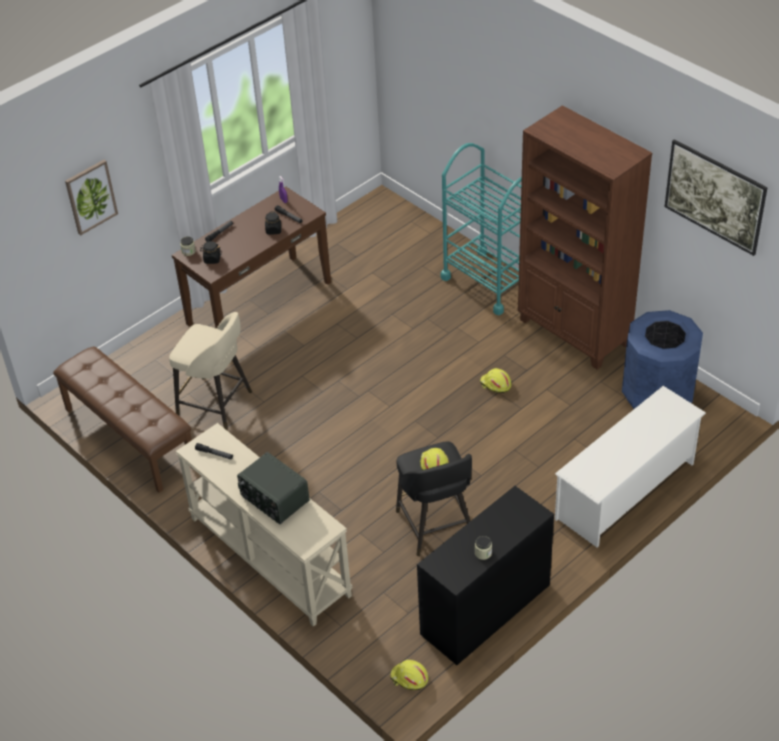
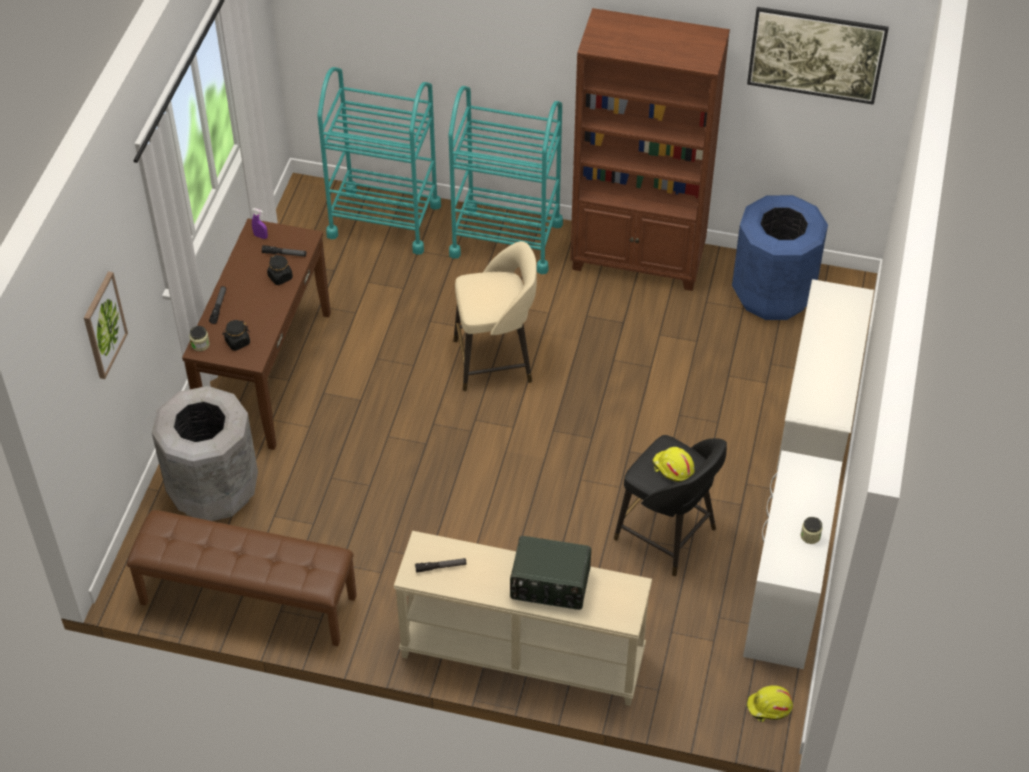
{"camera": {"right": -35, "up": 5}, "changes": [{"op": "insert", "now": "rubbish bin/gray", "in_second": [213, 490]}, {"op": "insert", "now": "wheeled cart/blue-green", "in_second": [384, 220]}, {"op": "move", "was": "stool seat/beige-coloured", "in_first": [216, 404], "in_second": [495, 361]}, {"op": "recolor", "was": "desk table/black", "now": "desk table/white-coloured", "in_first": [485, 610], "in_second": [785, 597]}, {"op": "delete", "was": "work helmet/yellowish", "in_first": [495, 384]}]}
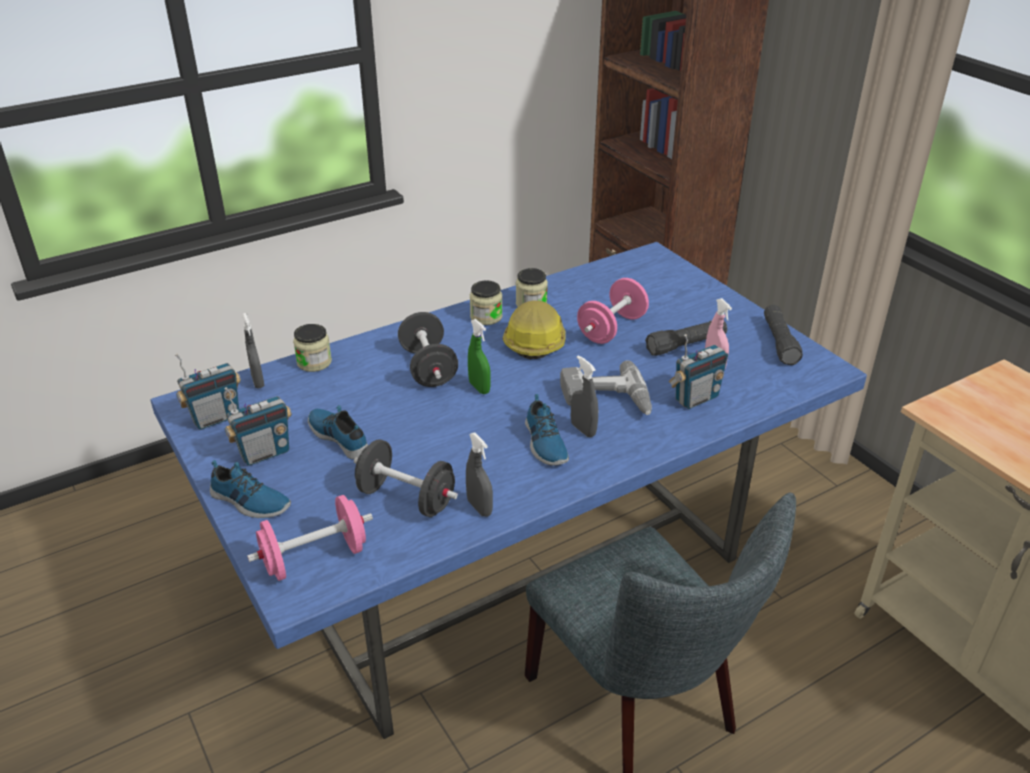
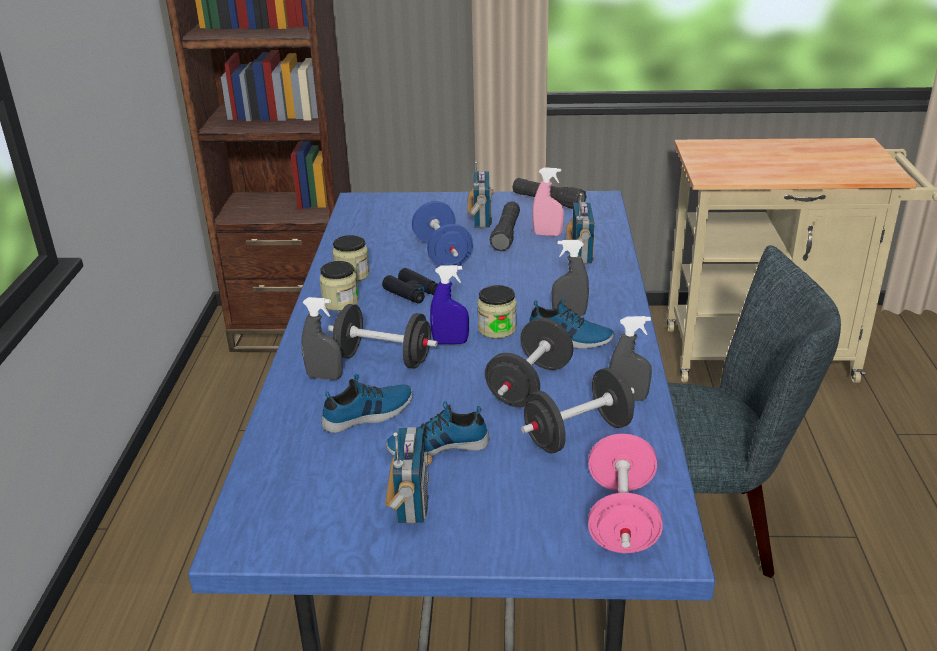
{"camera": {"right": -55, "up": -5}, "changes": [{"op": "move", "was": "hand sprayer/gray", "in_first": [258, 381], "in_second": [324, 377]}, {"op": "move", "was": "shoe", "in_first": [249, 502], "in_second": [369, 414]}, {"op": "replace", "was": "work helmet", "now": "binoculars/black", "in_first": [534, 340], "in_second": [412, 292]}, {"op": "recolor", "was": "hand weight/pinkish", "now": "hand weight/blue", "in_first": [611, 329], "in_second": [442, 254]}, {"op": "recolor", "was": "hand sprayer/green", "now": "hand sprayer/blue", "in_first": [479, 388], "in_second": [450, 342]}, {"op": "move", "was": "radio", "in_first": [215, 418], "in_second": [481, 221]}, {"op": "move", "was": "jar", "in_first": [314, 362], "in_second": [497, 329]}, {"op": "insert", "now": "hand weight/black", "in_second": [529, 385]}, {"op": "delete", "was": "power drill", "in_first": [606, 401]}]}
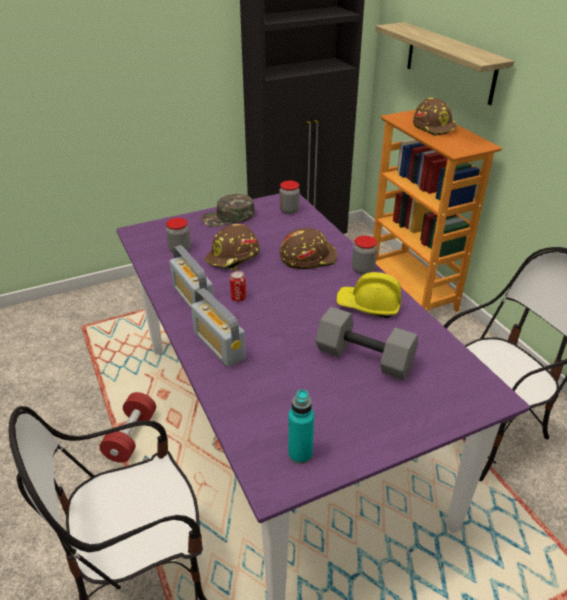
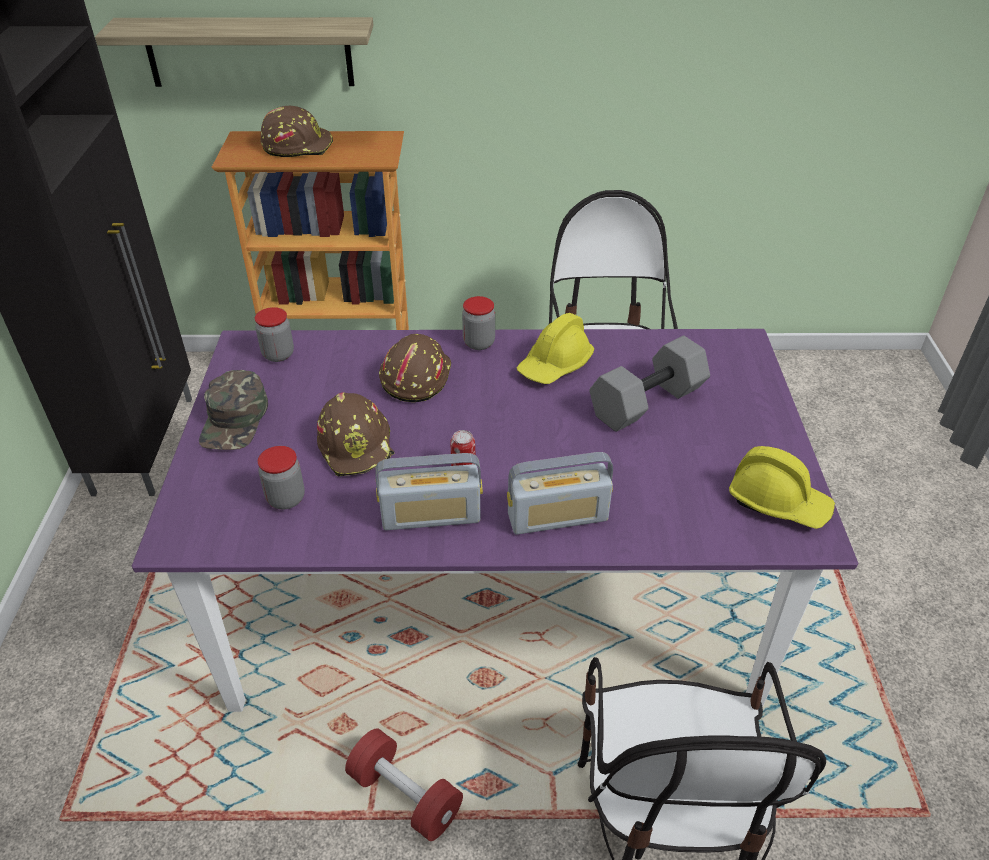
{"camera": {"right": -65, "up": 5}, "changes": [{"op": "replace", "was": "drink bottle/blue-green", "now": "work helmet/yellowish", "in_first": [300, 454], "in_second": [778, 502]}]}
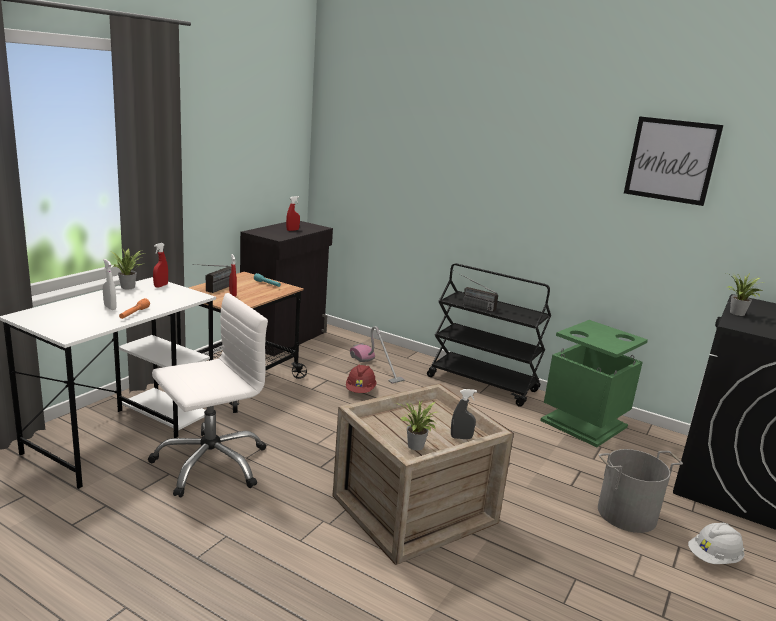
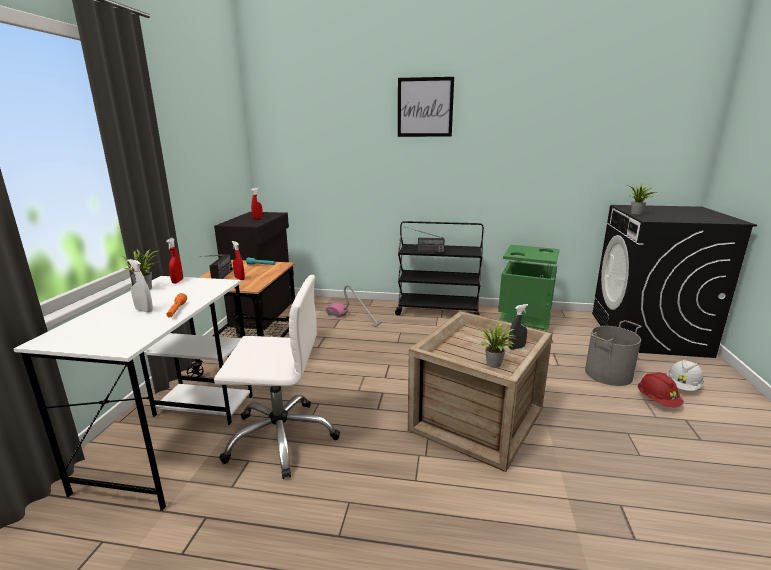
{"camera": {"right": -20, "up": 0}, "changes": [{"op": "rotate", "was": "computer chair/white-coloured", "in_first": [210, 463], "in_second": [281, 437], "clockwise": 60}, {"op": "move", "was": "picture", "in_first": [671, 160], "in_second": [425, 107]}, {"op": "move", "was": "work helmet/reddish", "in_first": [360, 390], "in_second": [657, 401]}]}
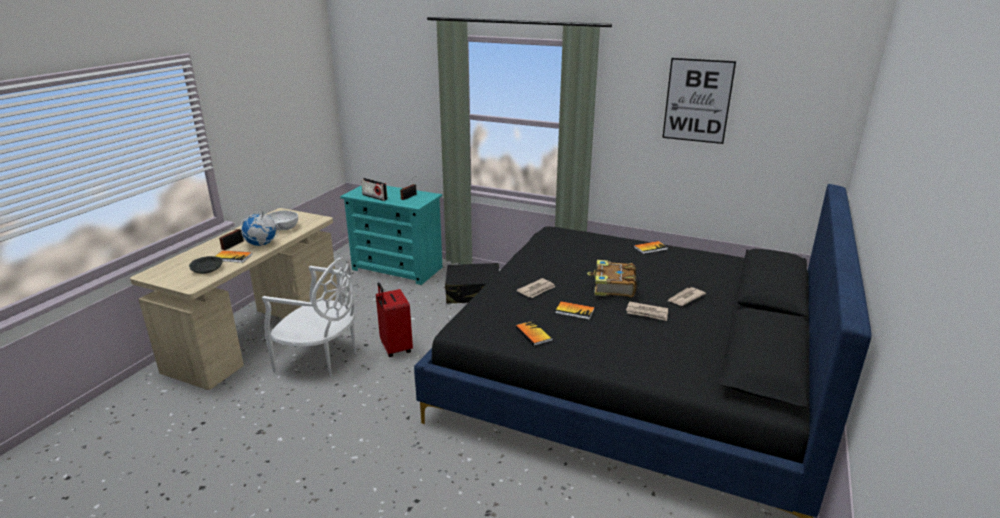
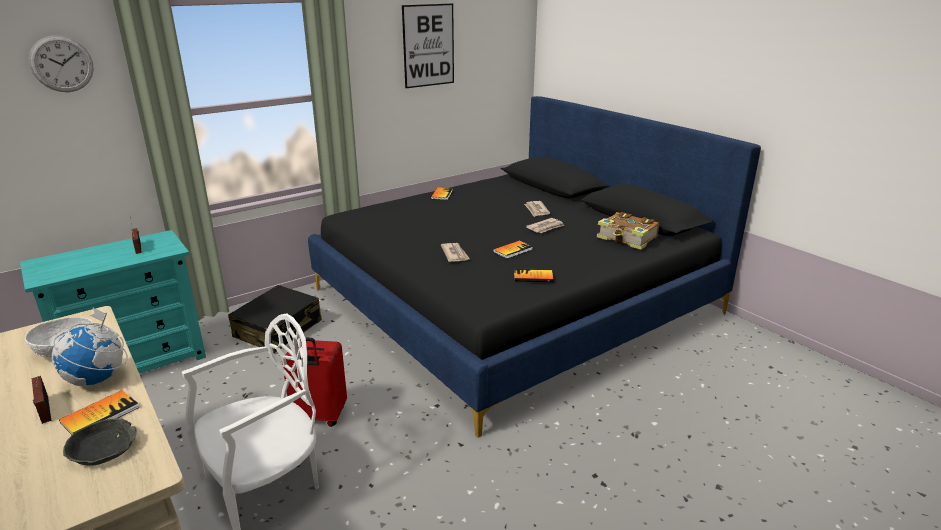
{"camera": {"right": -60, "up": 0}, "changes": [{"op": "insert", "now": "hanging clock", "in_second": [62, 64]}, {"op": "move", "was": "bound book", "in_first": [613, 286], "in_second": [627, 238]}, {"op": "delete", "was": "radio", "in_first": [375, 197]}]}
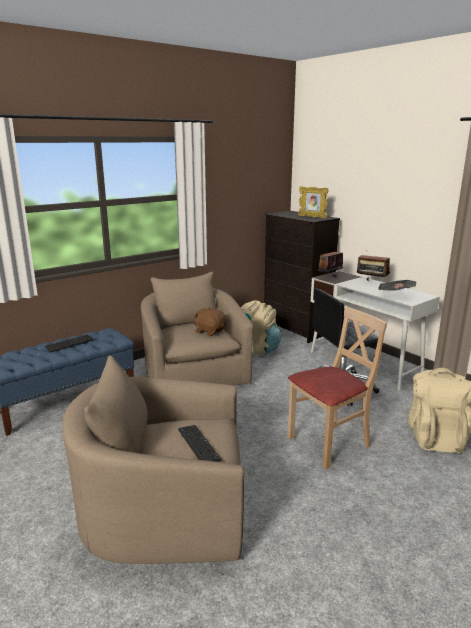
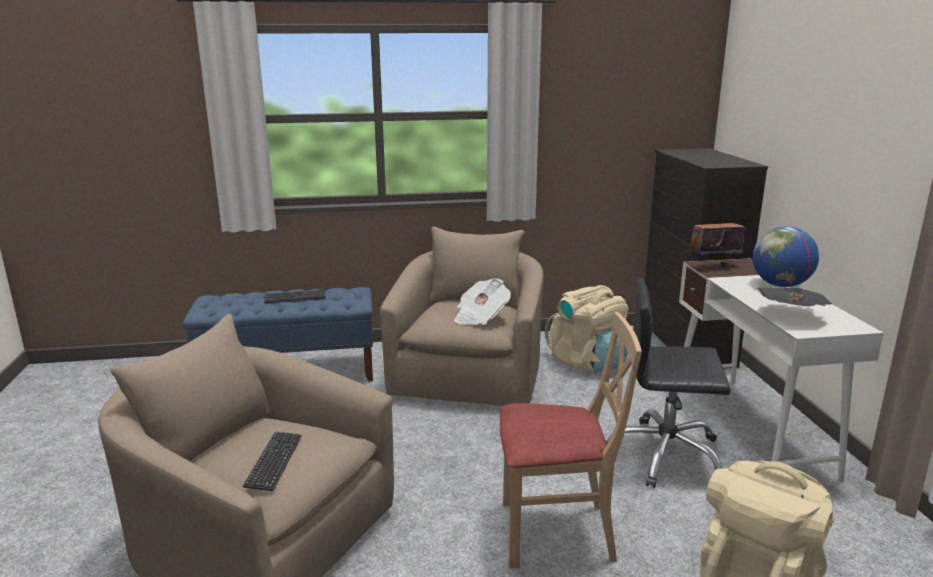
{"camera": {"right": 30, "up": 0}, "changes": [{"op": "replace", "was": "cuddly toy/brown-coloured", "now": "newspaper", "in_first": [209, 331], "in_second": [480, 317]}, {"op": "replace", "was": "radio", "now": "globe", "in_first": [371, 282], "in_second": [780, 285]}, {"op": "delete", "was": "photo frame", "in_first": [312, 217]}]}
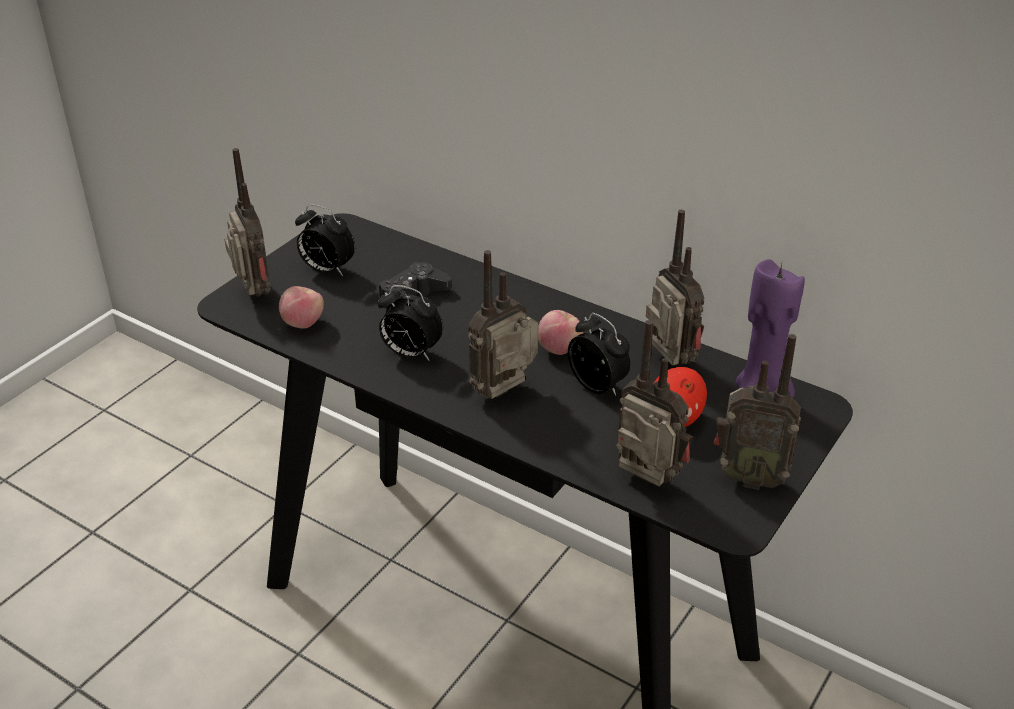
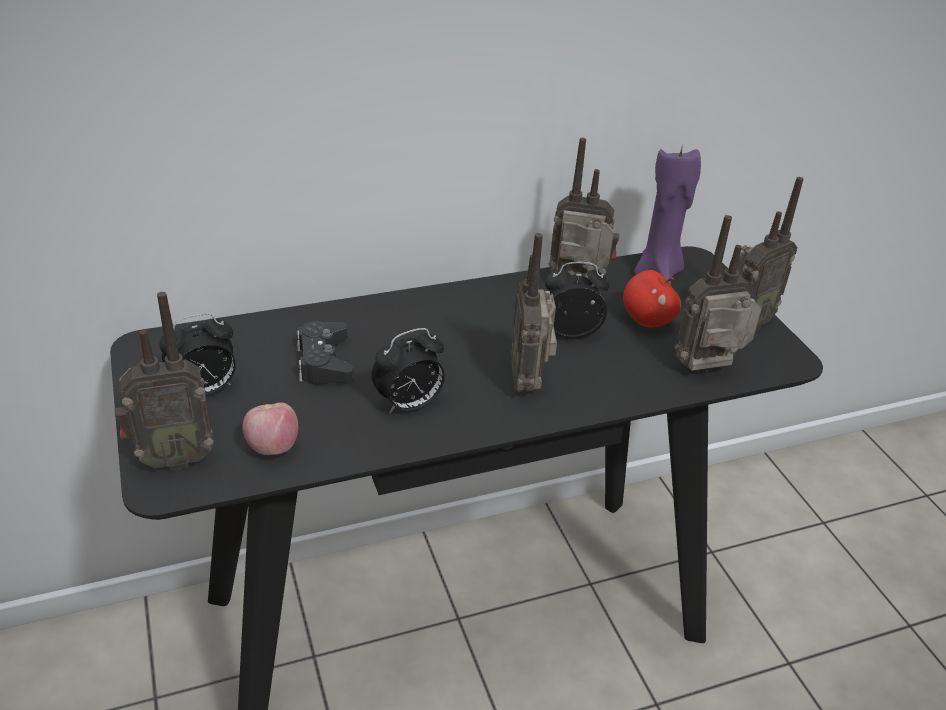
{"camera": {"right": -55, "up": 0}, "changes": [{"op": "rotate", "was": "radio", "in_first": [253, 294], "in_second": [173, 458], "clockwise": 150}, {"op": "delete", "was": "apple", "in_first": [559, 349]}]}
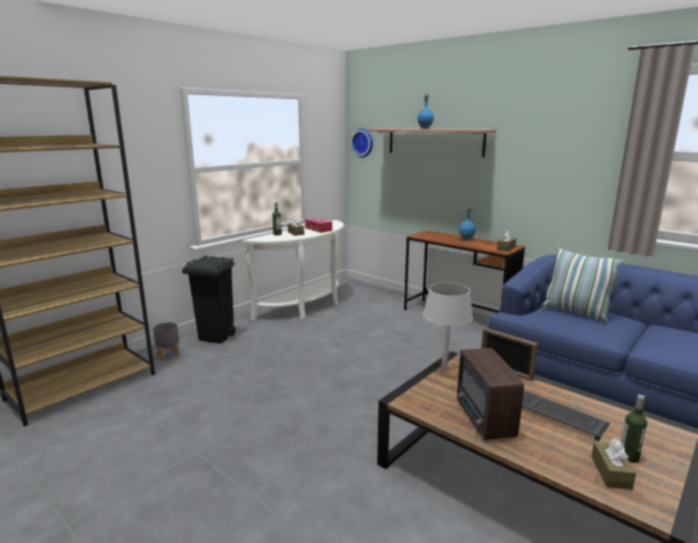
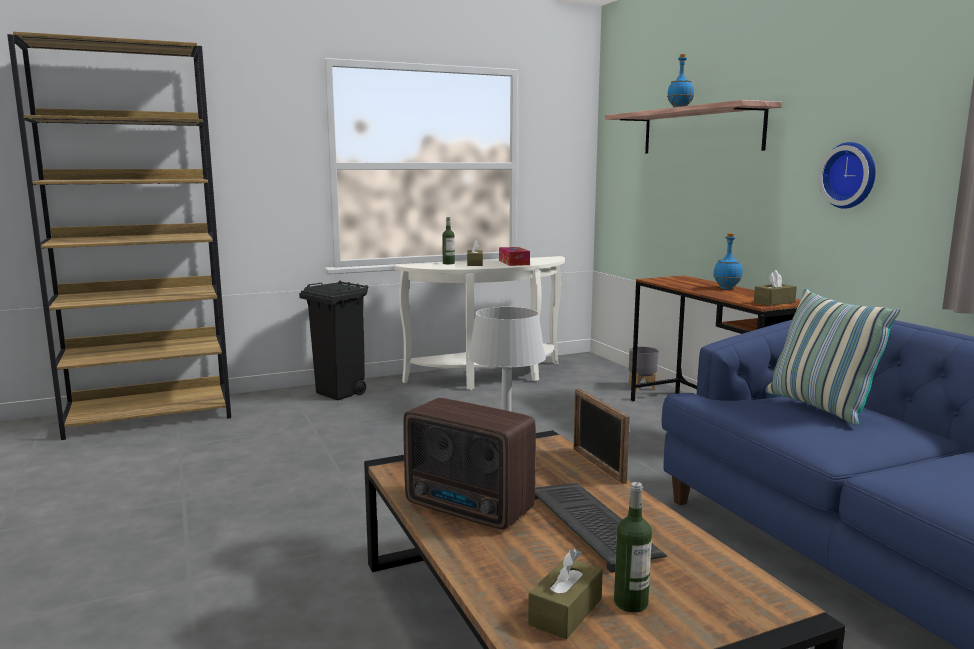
{"camera": {"right": 25, "up": -5}, "changes": [{"op": "rotate", "was": "radio", "in_first": [484, 420], "in_second": [470, 509], "clockwise": -75}, {"op": "move", "was": "planter/gray", "in_first": [168, 355], "in_second": [642, 387]}, {"op": "move", "was": "hanging clock", "in_first": [363, 143], "in_second": [851, 175]}]}
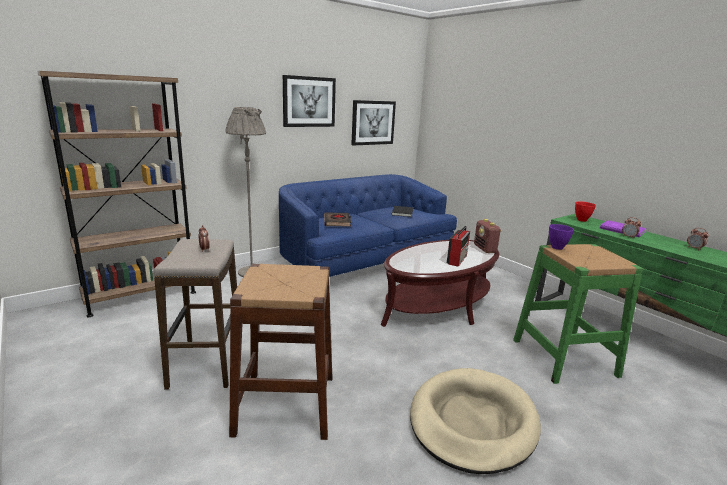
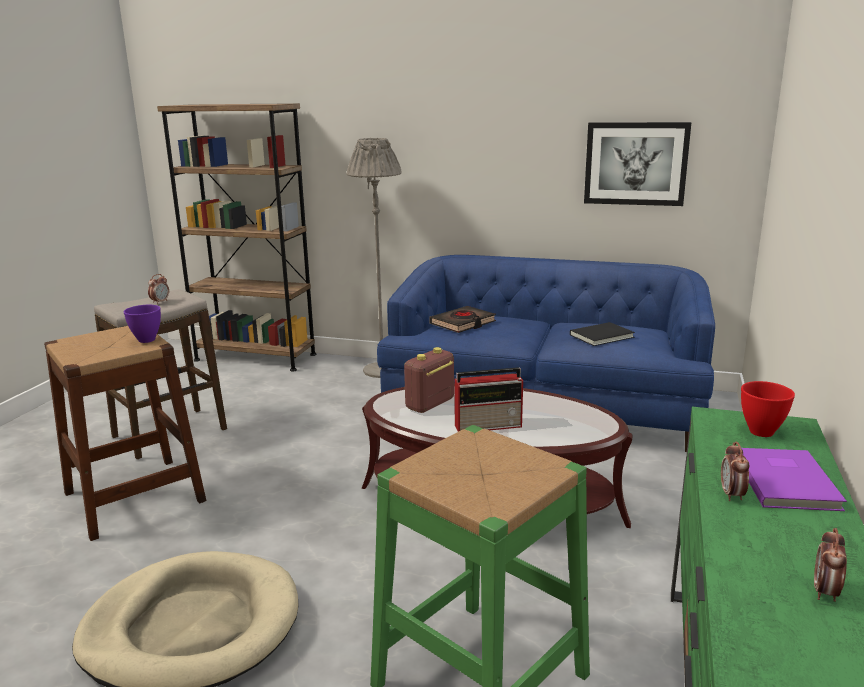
{"camera": {"right": 55, "up": 0}, "changes": [{"op": "move", "was": "serving bowl/purple-coloured", "in_first": [556, 247], "in_second": [147, 340]}, {"op": "move", "was": "radio", "in_first": [485, 249], "in_second": [430, 404]}, {"op": "delete", "was": "picture", "in_first": [309, 102]}]}
